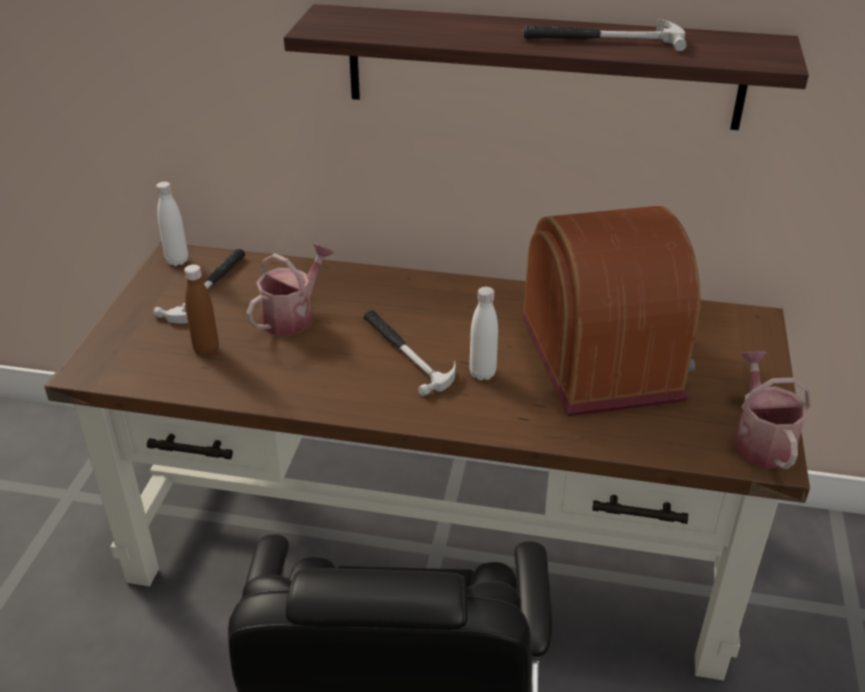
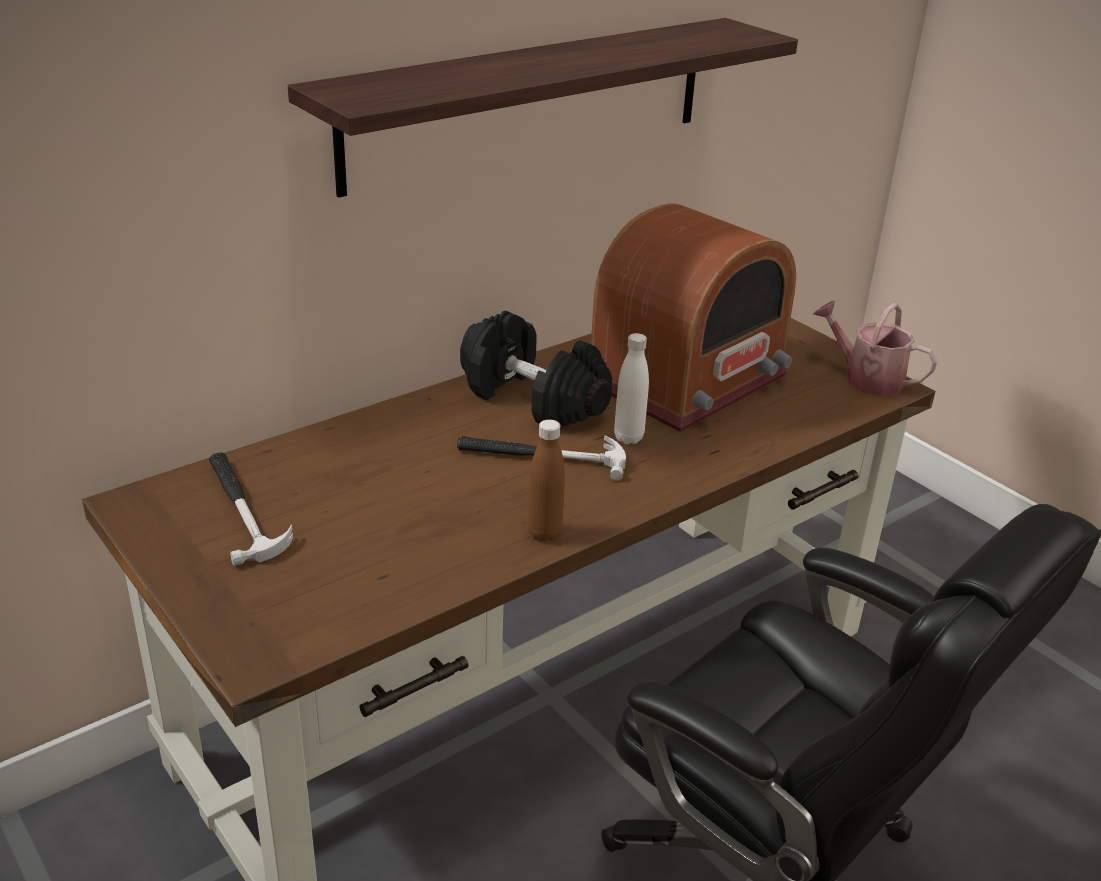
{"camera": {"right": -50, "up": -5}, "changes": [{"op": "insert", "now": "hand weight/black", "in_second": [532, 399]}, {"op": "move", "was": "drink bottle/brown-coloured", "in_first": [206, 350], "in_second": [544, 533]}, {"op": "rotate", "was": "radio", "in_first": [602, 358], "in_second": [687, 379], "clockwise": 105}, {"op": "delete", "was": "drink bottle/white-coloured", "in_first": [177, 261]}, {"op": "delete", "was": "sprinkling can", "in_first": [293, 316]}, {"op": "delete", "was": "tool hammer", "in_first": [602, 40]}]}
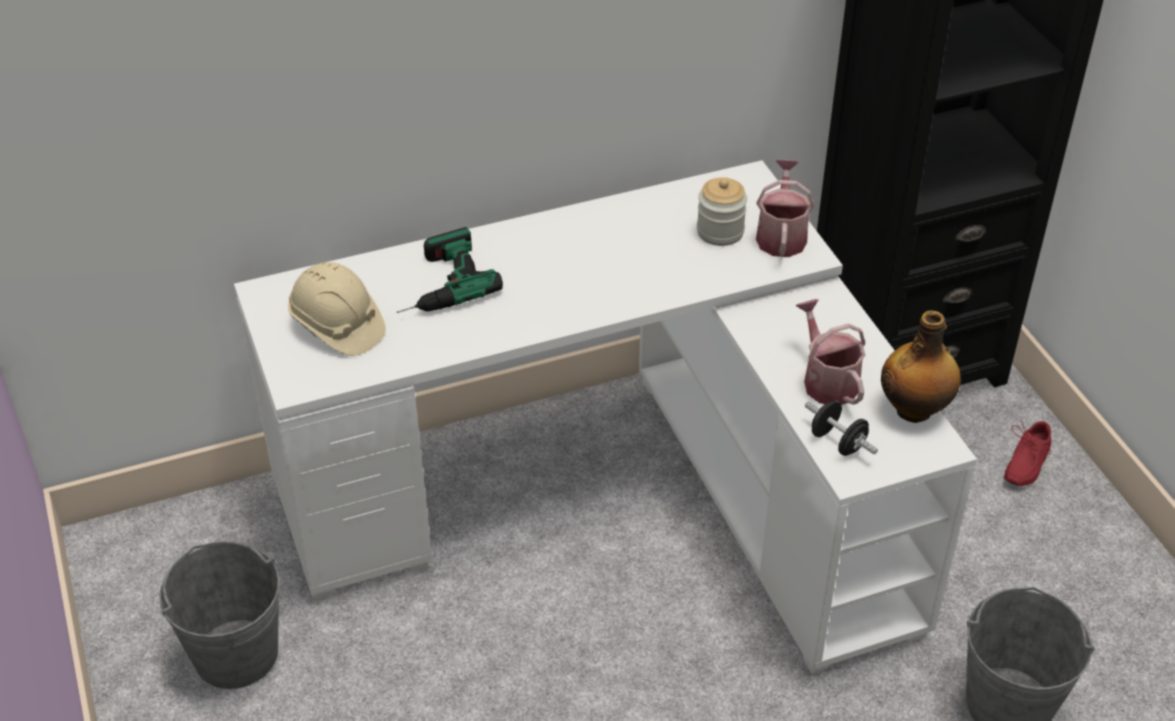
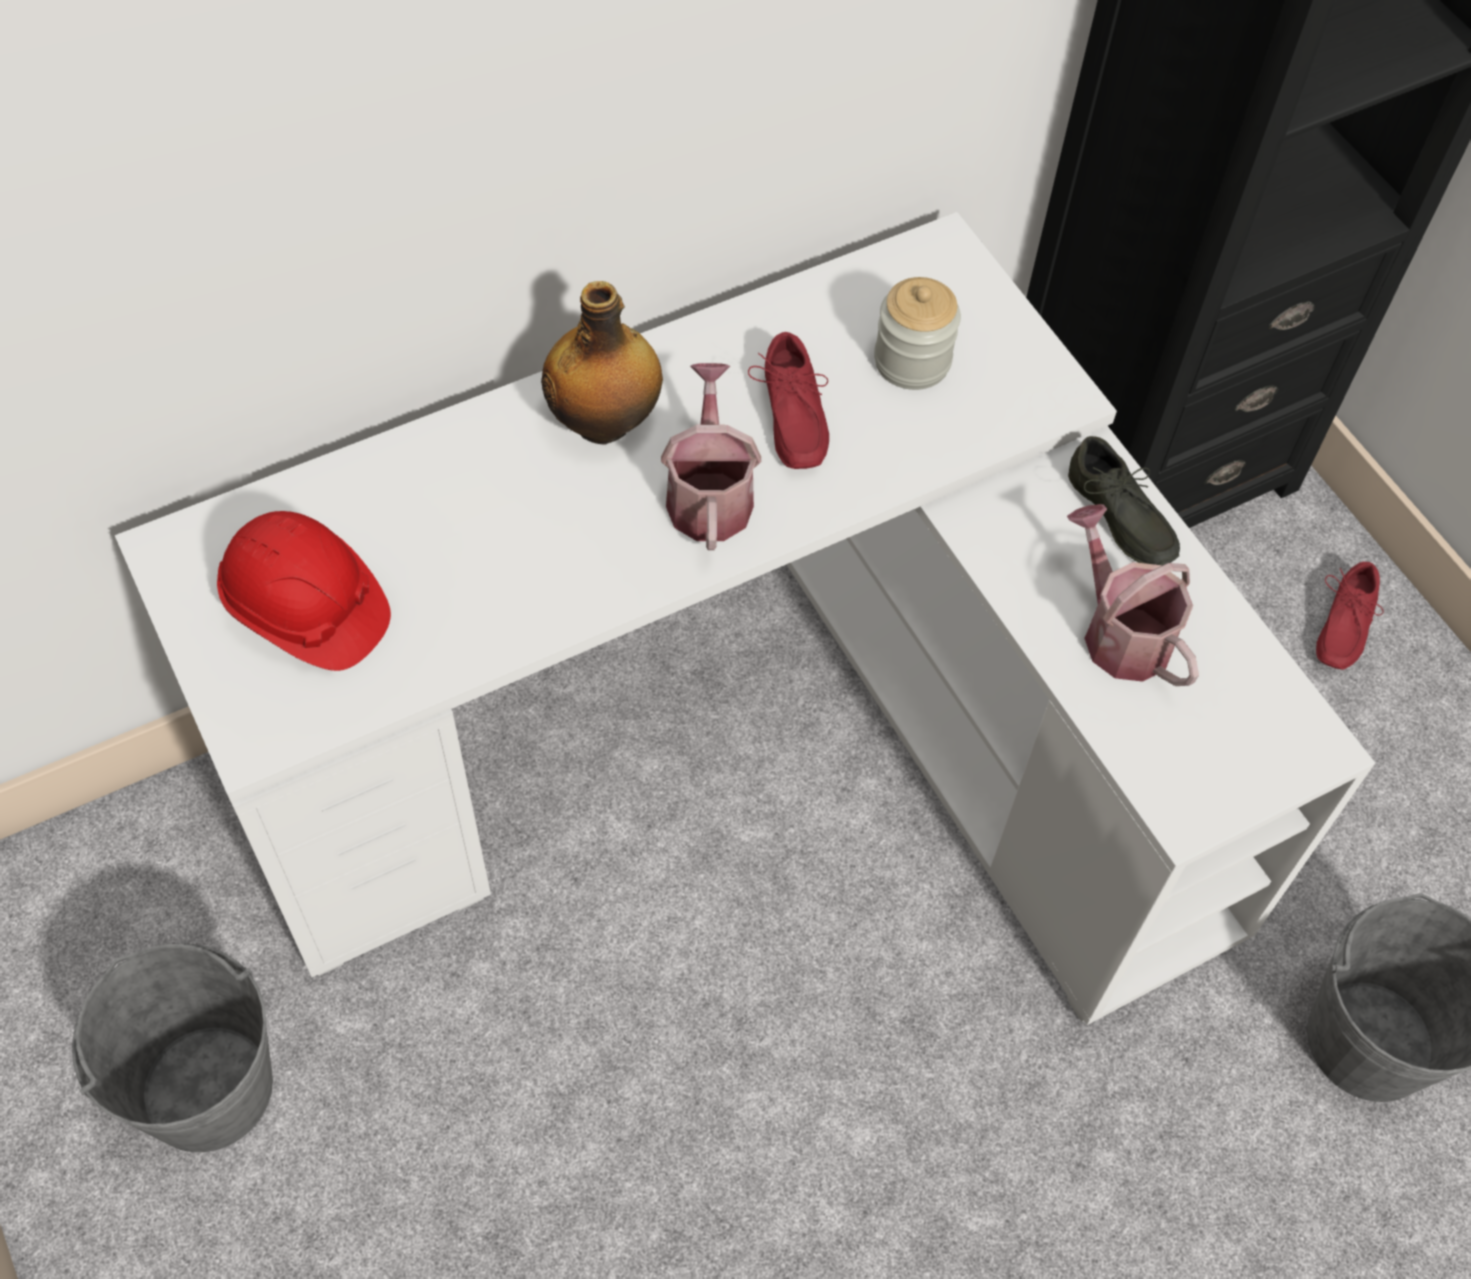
{"camera": {"right": -10, "up": 15}, "changes": [{"op": "recolor", "was": "work helmet/beige-coloured", "now": "work helmet/reddish", "in_first": [337, 326], "in_second": [306, 609]}, {"op": "move", "was": "drink bottle", "in_first": [915, 409], "in_second": [605, 422]}, {"op": "move", "was": "sprinkling can", "in_first": [781, 235], "in_second": [709, 494]}, {"op": "insert", "now": "shoe/reddish", "in_second": [788, 418]}, {"op": "insert", "now": "shoe/gray", "in_second": [1116, 519]}, {"op": "delete", "was": "power drill", "in_first": [436, 284]}, {"op": "delete", "was": "hand weight/black", "in_first": [837, 442]}]}
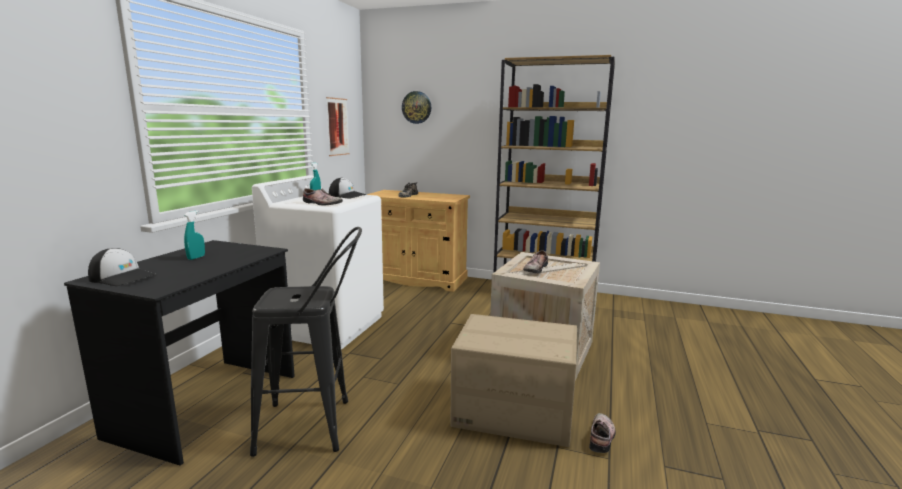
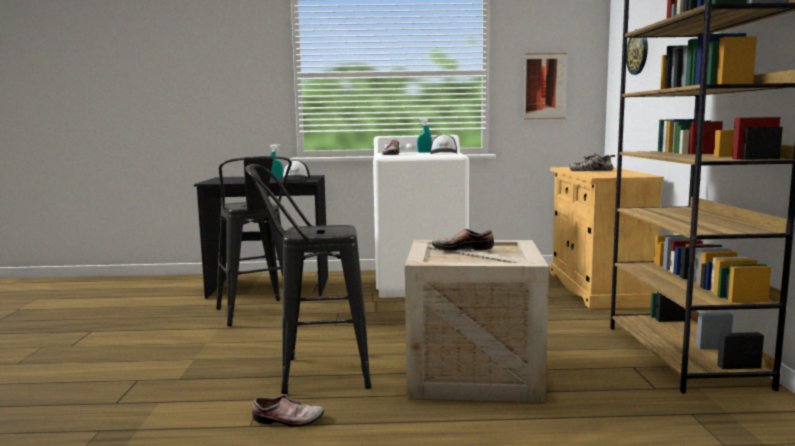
{"camera": {"right": 70, "up": -5}, "changes": [{"op": "replace", "was": "packing box", "now": "stool seat/black", "in_first": [513, 412], "in_second": [314, 373]}, {"op": "move", "was": "baseball cap", "in_first": [123, 277], "in_second": [295, 179]}]}
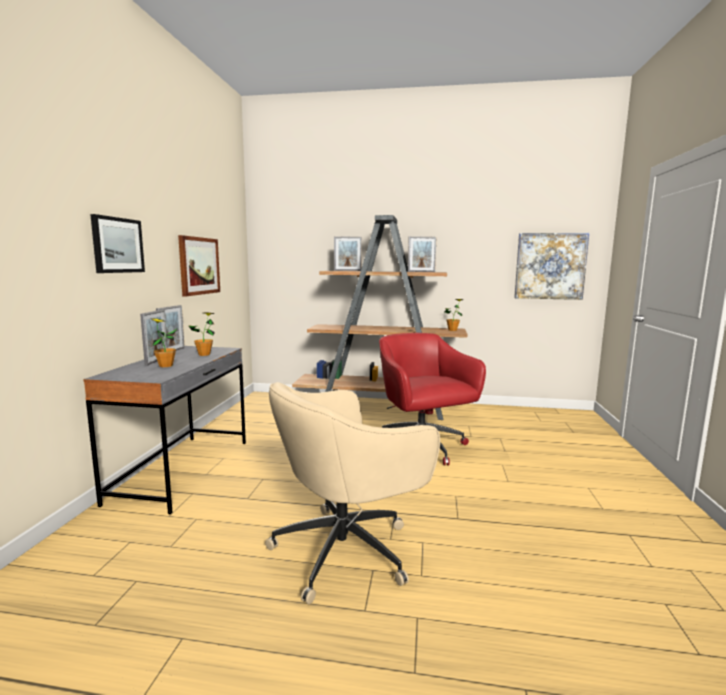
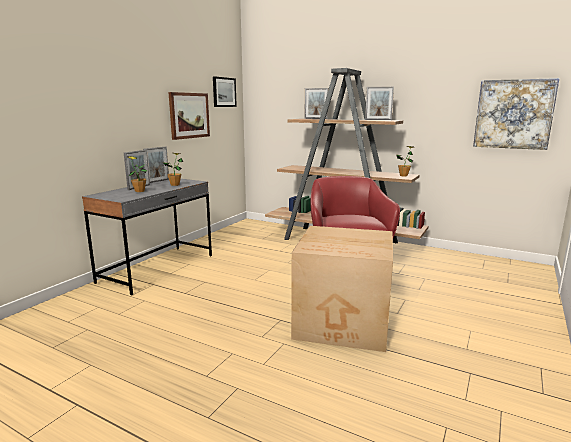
{"camera": {"right": 20, "up": 5}, "changes": [{"op": "move", "was": "picture", "in_first": [117, 245], "in_second": [224, 92]}, {"op": "insert", "now": "packing box", "in_second": [343, 323]}, {"op": "delete", "was": "computer chair/beige-coloured", "in_first": [346, 549]}]}
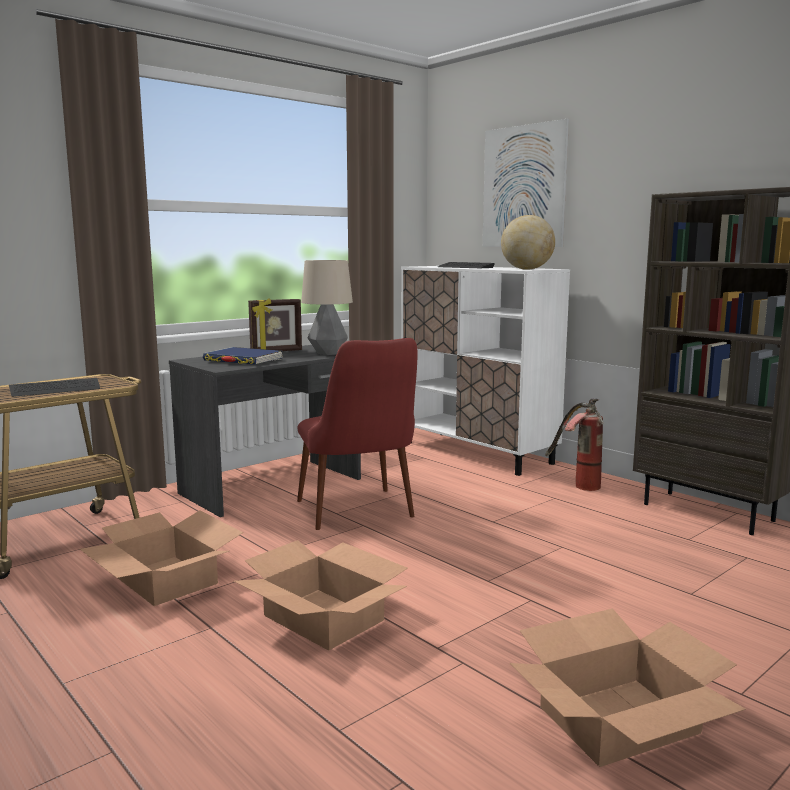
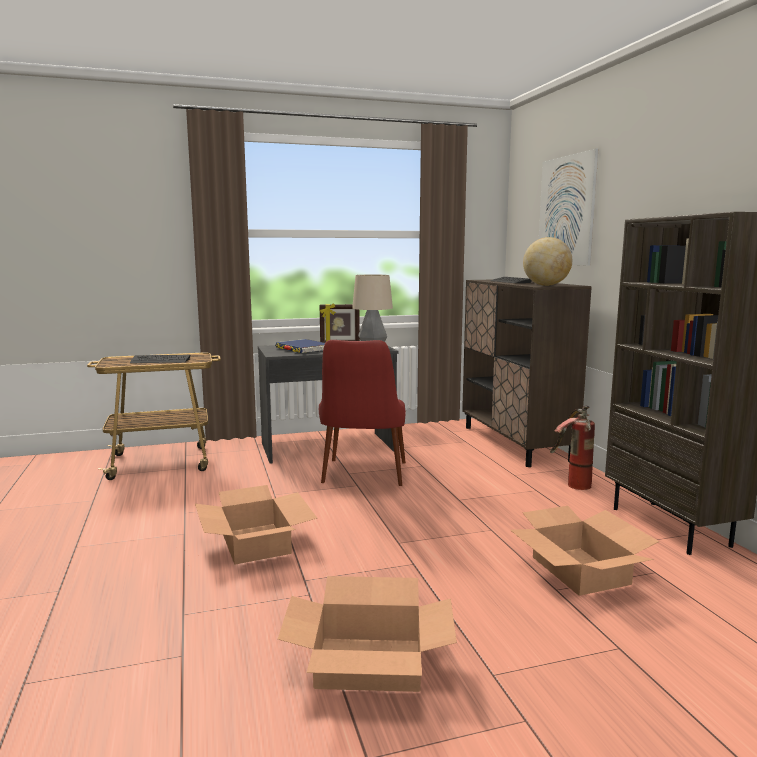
{"camera": {"right": 25, "up": 0}, "changes": [{"op": "recolor", "was": "storage cabinet/white-coloured", "now": "storage cabinet/brown-coloured", "in_first": [477, 453], "in_second": [515, 443]}, {"op": "move", "was": "packing box", "in_first": [165, 580], "in_second": [580, 570]}]}
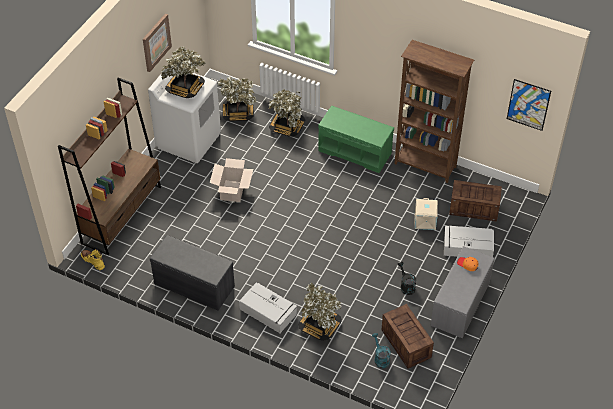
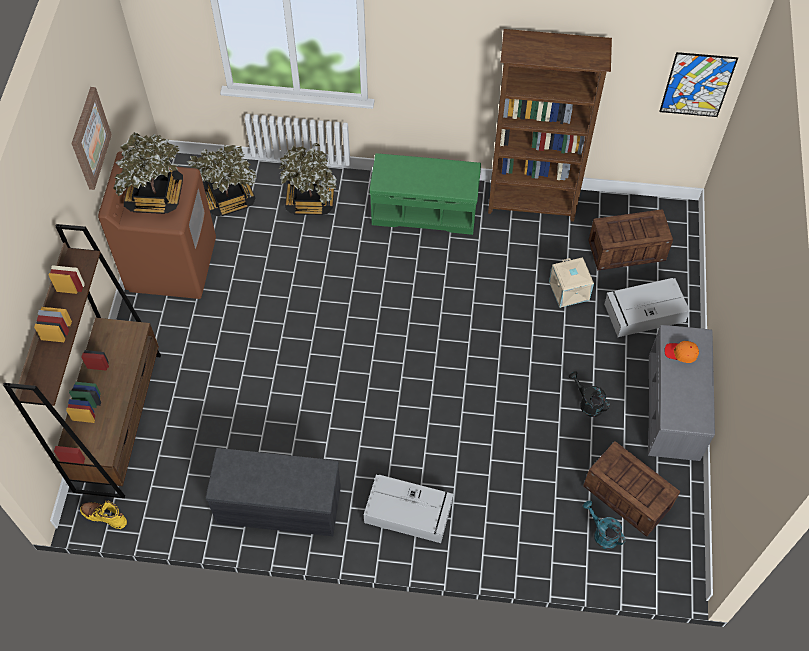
{"camera": {"right": -20, "up": 10}, "changes": [{"op": "recolor", "was": "washing machine/white-coloured", "now": "washing machine/brown-coloured", "in_first": [189, 140], "in_second": [172, 264]}, {"op": "delete", "was": "packing box", "in_first": [232, 191]}, {"op": "delete", "was": "potted plant", "in_first": [319, 326]}]}
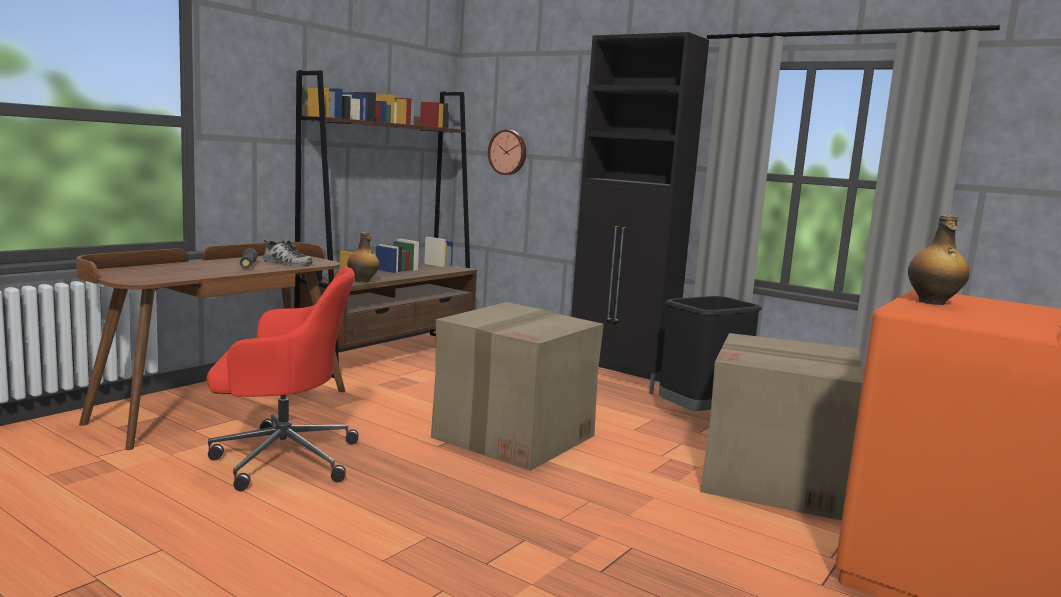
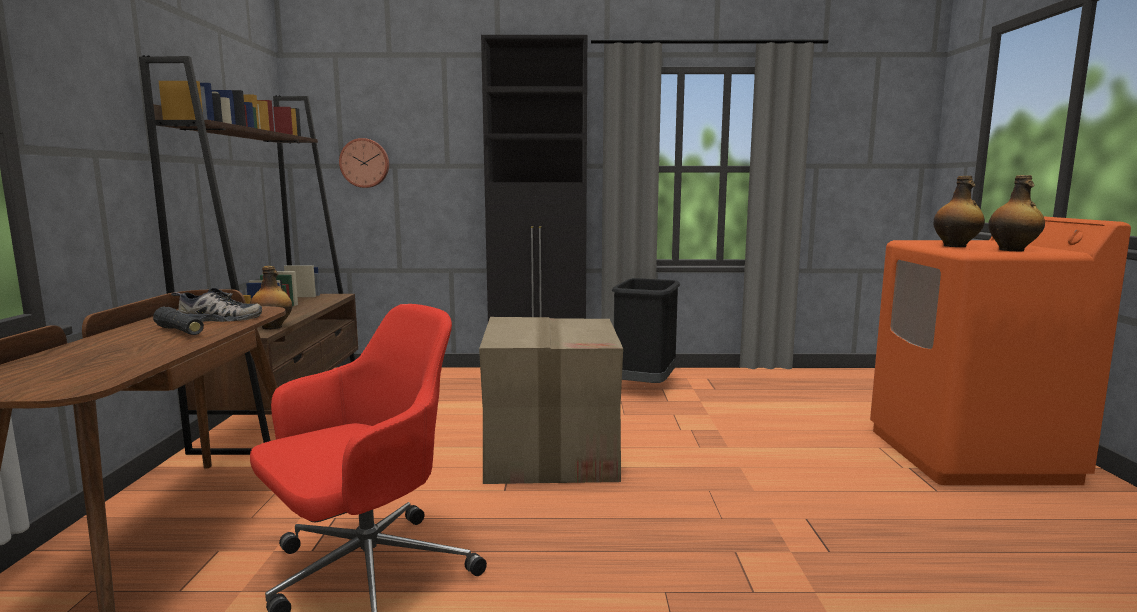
{"camera": {"right": -35, "up": 0}, "changes": [{"op": "insert", "now": "drink bottle", "in_second": [1012, 250]}, {"op": "delete", "was": "packing box", "in_first": [775, 480]}]}
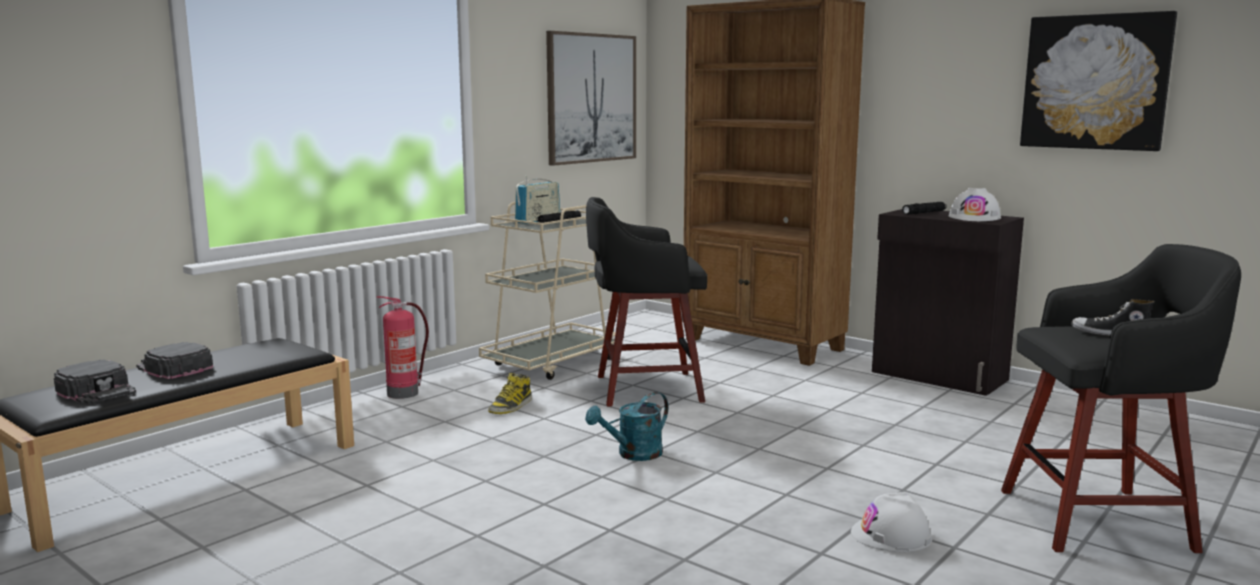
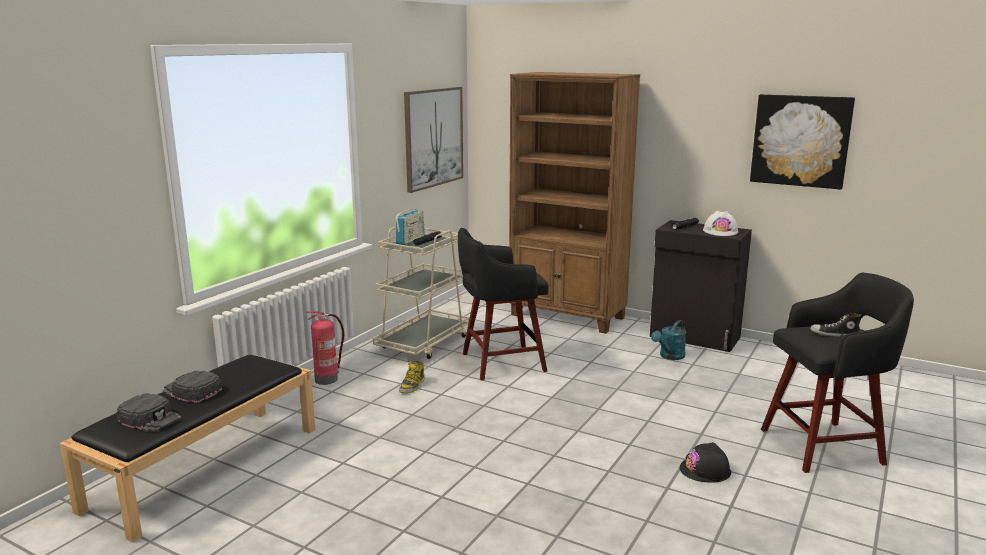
{"camera": {"right": -10, "up": 5}, "changes": [{"op": "move", "was": "sprinkling can/blue-green", "in_first": [633, 454], "in_second": [669, 356]}, {"op": "recolor", "was": "work helmet/white-coloured", "now": "work helmet/black", "in_first": [891, 535], "in_second": [705, 470]}]}
